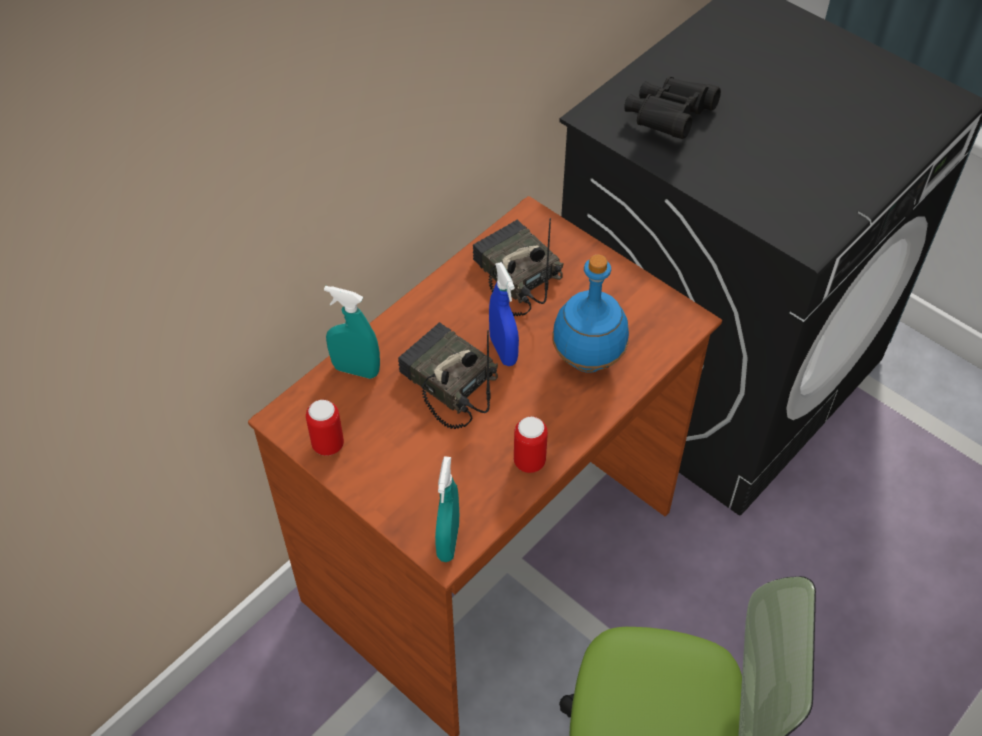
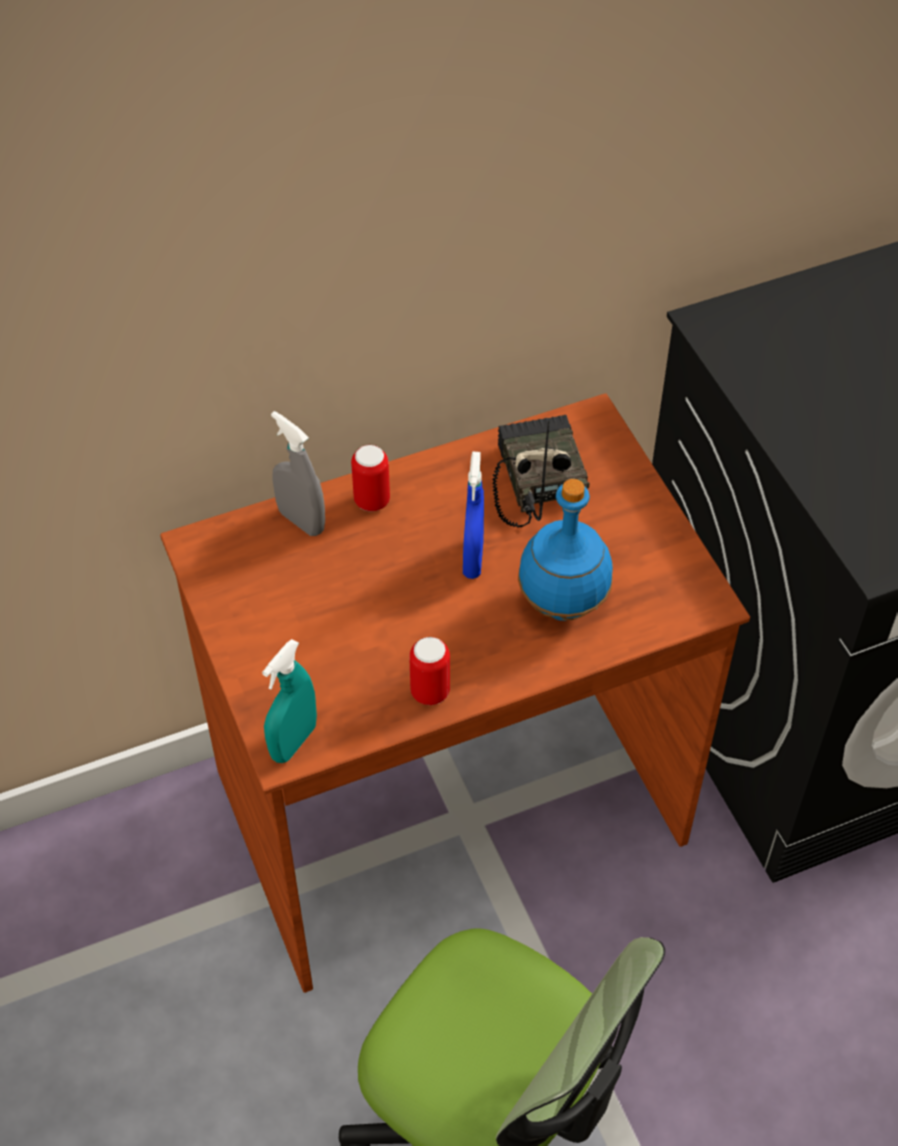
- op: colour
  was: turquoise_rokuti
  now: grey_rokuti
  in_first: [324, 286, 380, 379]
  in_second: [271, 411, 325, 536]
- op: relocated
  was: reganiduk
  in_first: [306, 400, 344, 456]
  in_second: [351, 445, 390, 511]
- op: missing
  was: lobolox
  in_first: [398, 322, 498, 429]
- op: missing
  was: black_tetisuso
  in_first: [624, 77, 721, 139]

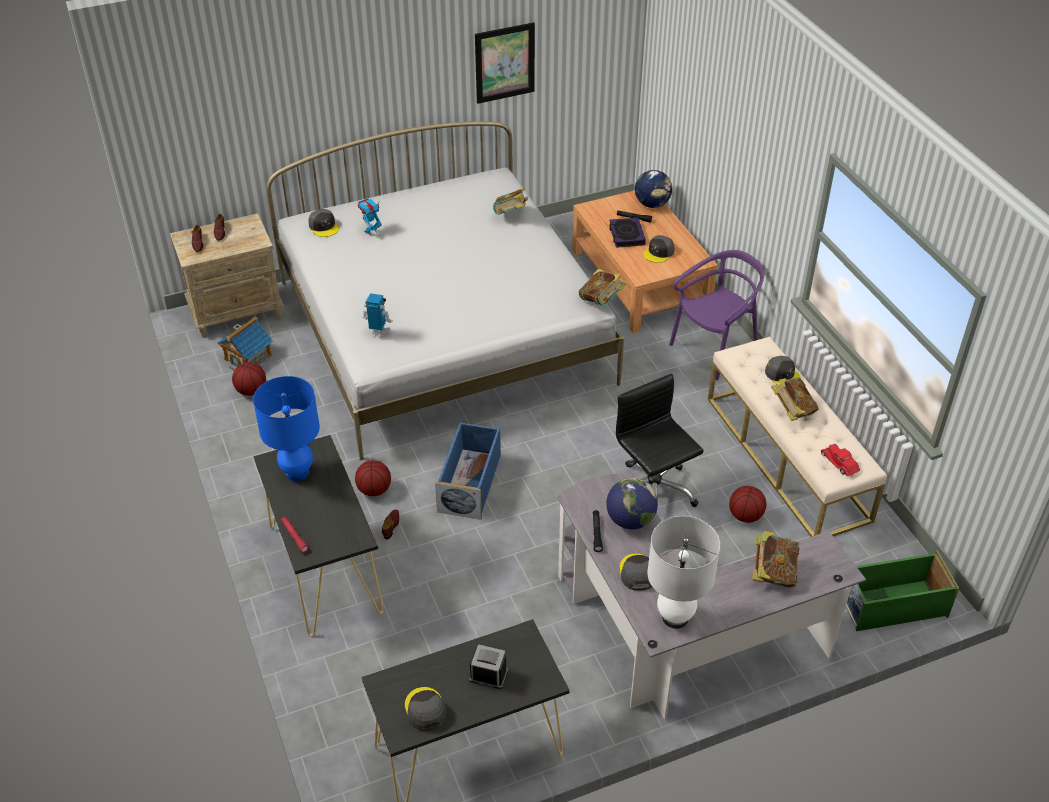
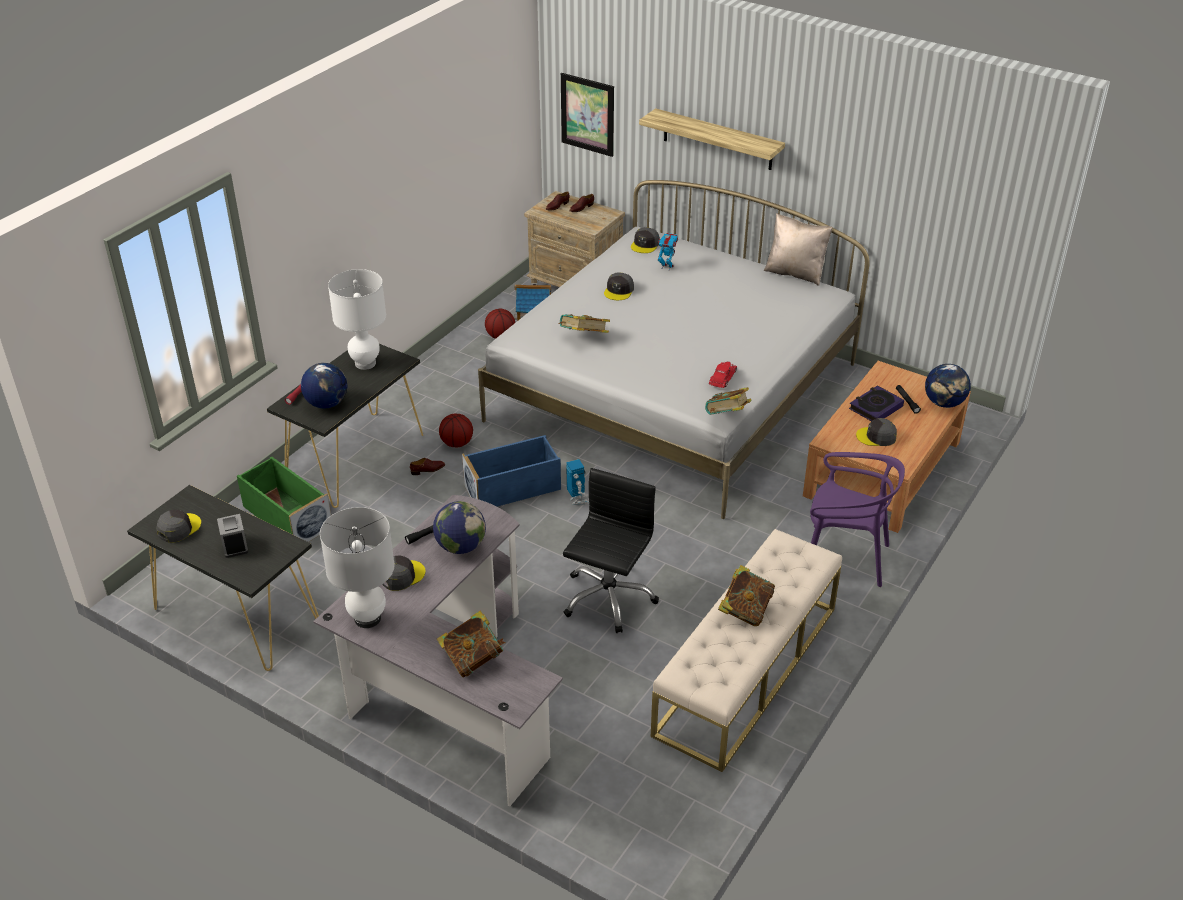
- op: relocated
  was: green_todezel
  in_first: [846, 550, 959, 631]
  in_second: [237, 456, 331, 542]
- op: appeared
  now: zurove
  in_second: [301, 363, 347, 408]
- op: colour
  was: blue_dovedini
  now: white_dovedini
  in_first: [253, 376, 320, 481]
  in_second: [328, 269, 386, 370]
- op: relocated
  was: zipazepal
  in_first: [493, 187, 528, 215]
  in_second: [559, 314, 610, 333]
- op: relocated
  was: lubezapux
  in_first: [475, 22, 535, 104]
  in_second: [561, 73, 614, 157]
- op: relocated
  was: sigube
  in_first: [362, 293, 393, 338]
  in_second: [566, 459, 589, 505]
- op: relocated
  was: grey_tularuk
  in_first: [765, 356, 801, 385]
  in_second: [604, 273, 634, 300]
- op: appeared
  now: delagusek
  in_second: [639, 108, 785, 170]
- op: relocated
  was: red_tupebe
  in_first: [821, 444, 860, 476]
  in_second: [709, 361, 737, 388]
- op: appeared
  now: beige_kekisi
  in_second: [764, 213, 833, 286]
- op: missing
  was: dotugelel
  in_first: [729, 486, 766, 523]

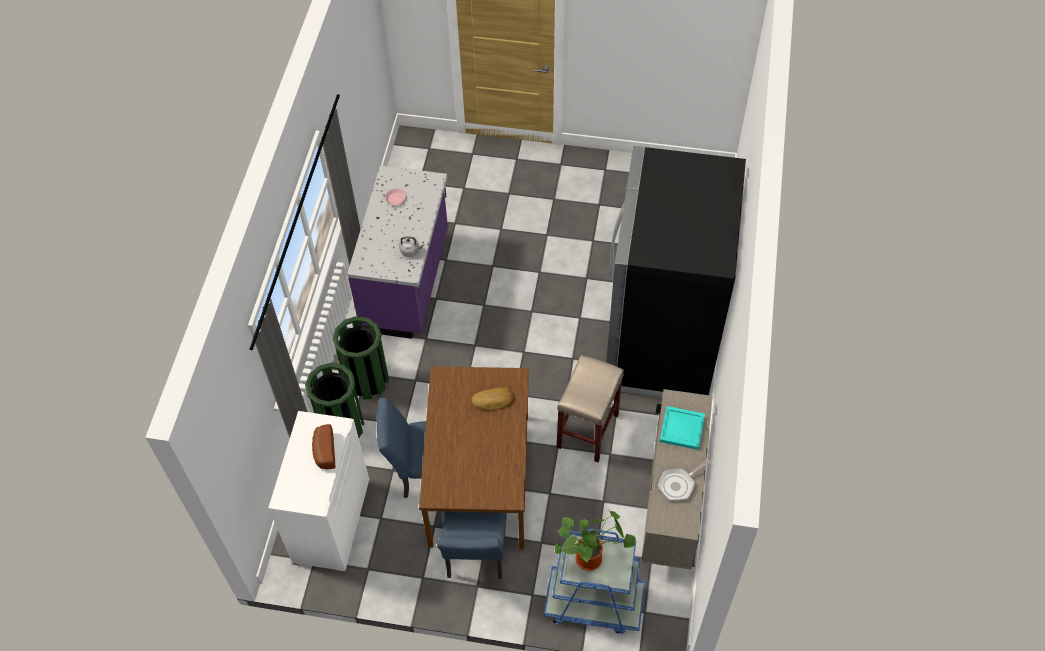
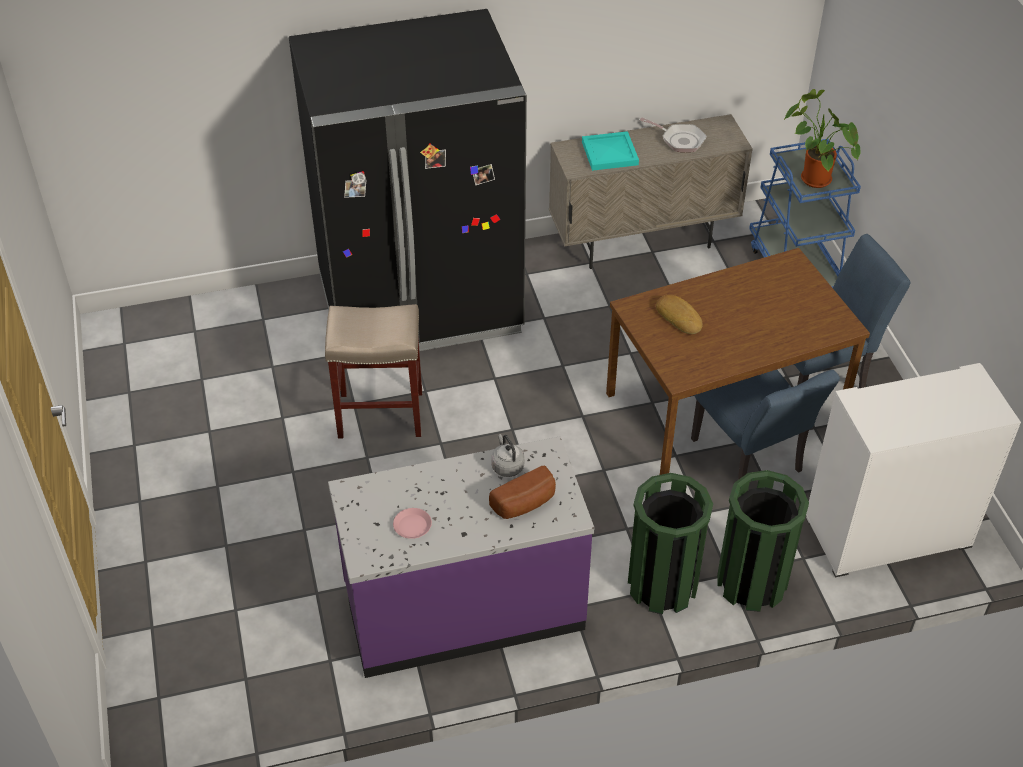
- op: relocated
  was: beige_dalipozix
  in_first: [557, 355, 624, 463]
  in_second: [325, 304, 422, 439]
- op: relocated
  was: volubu
  in_first: [312, 424, 335, 469]
  in_second: [489, 466, 556, 519]

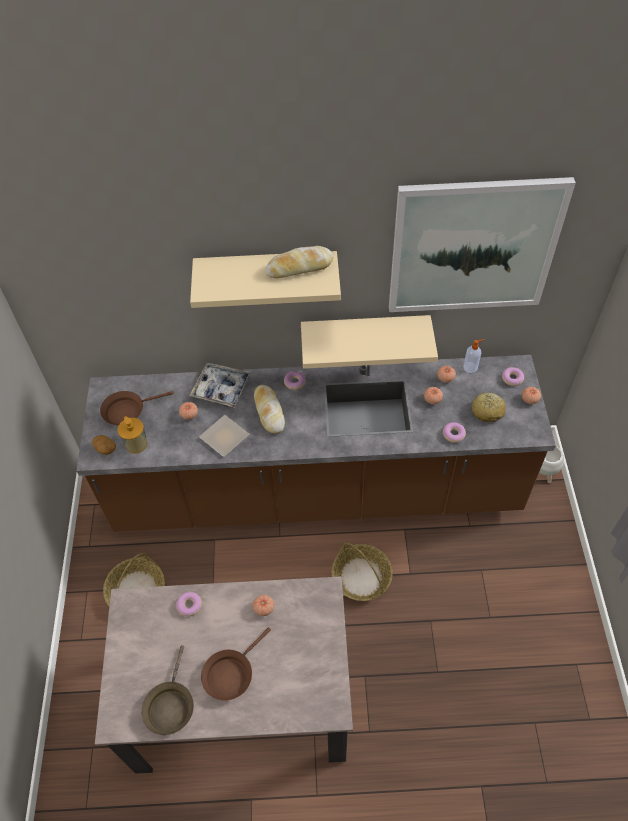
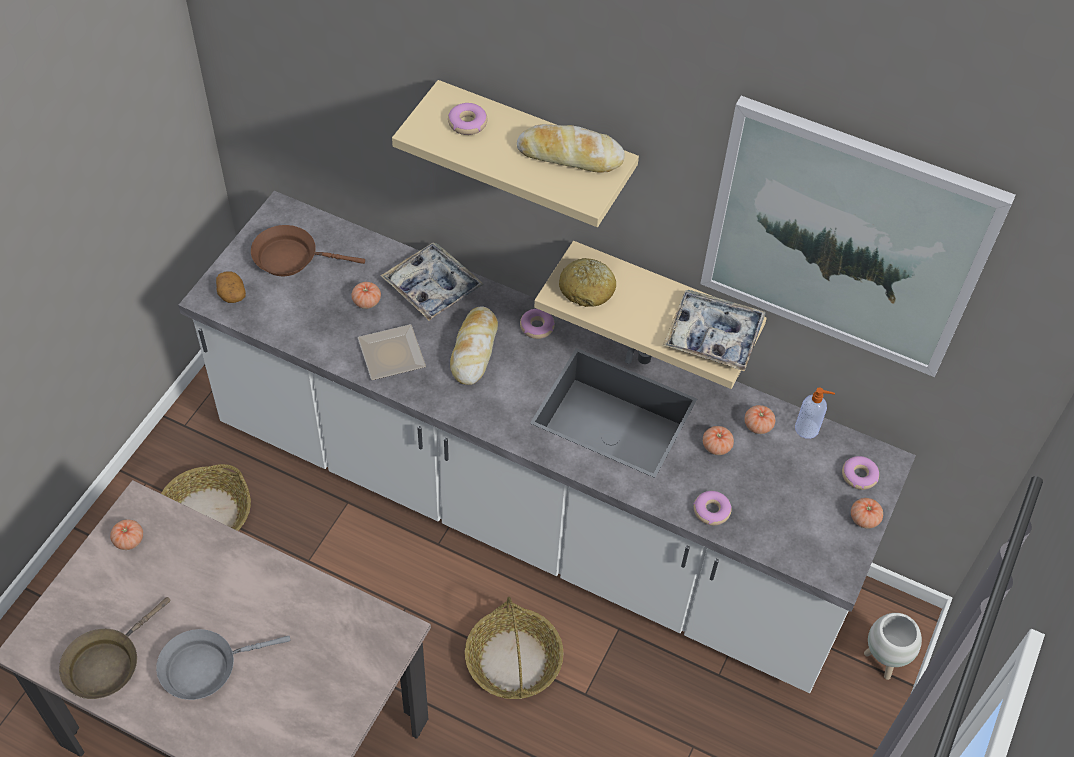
- op: relocated
  was: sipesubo
  in_first: [253, 595, 274, 616]
  in_second: [110, 520, 143, 550]
- op: colour
  was: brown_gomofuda
  now: grey_gomofuda
  in_first: [201, 627, 271, 701]
  in_second: [156, 629, 291, 700]
- op: colour
  was: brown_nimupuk
  now: white_nimupuk
  in_first: [77, 355, 556, 532]
  in_second: [178, 191, 916, 693]
- op: relocated
  was: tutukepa
  in_first: [176, 592, 202, 617]
  in_second: [448, 103, 487, 135]
- op: relocated
  was: volubu
  in_first: [472, 393, 506, 422]
  in_second: [559, 258, 616, 307]
- op: appeared
  now: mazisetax
  in_second: [663, 290, 766, 372]
- op: missing
  was: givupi
  in_first: [118, 416, 148, 454]

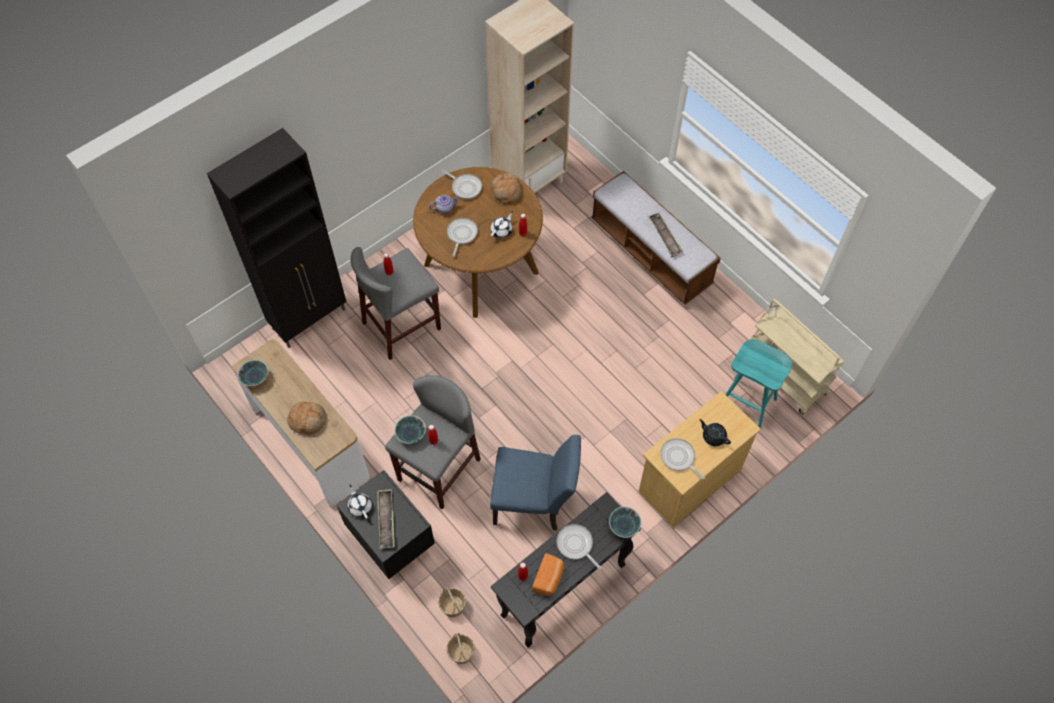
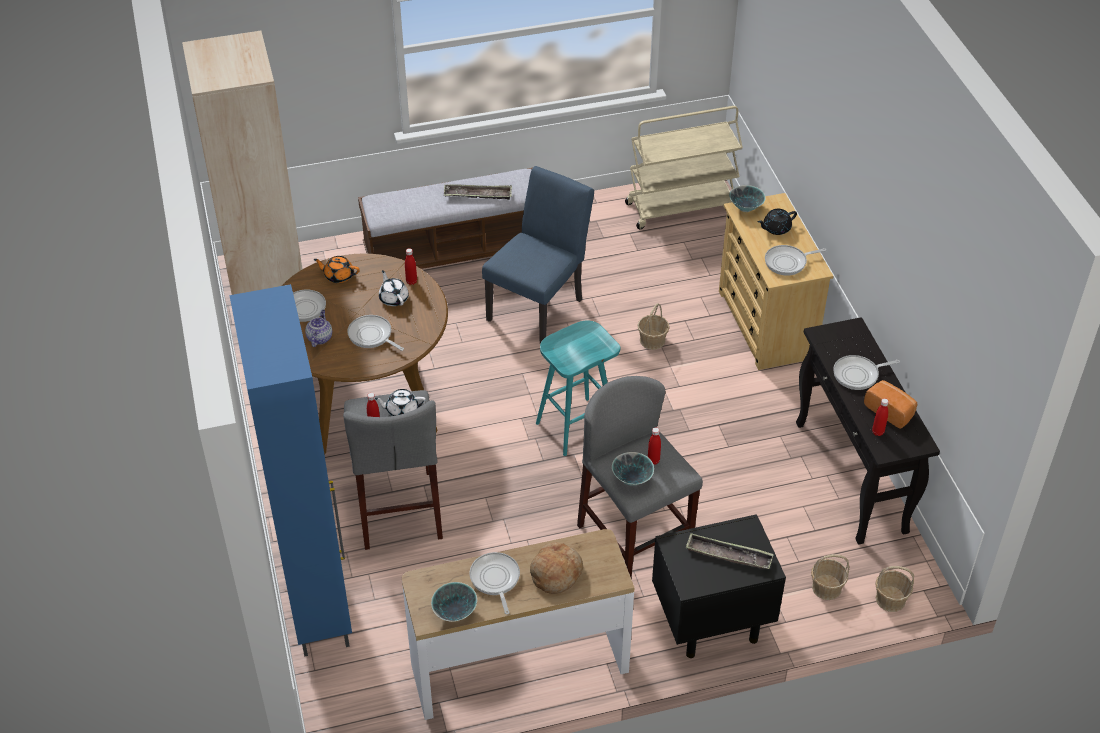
- op: colour
  was: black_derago
  now: blue_derago
  in_first: [207, 128, 347, 348]
  in_second: [229, 284, 352, 657]
- op: exchanged
  was: volubu
  now: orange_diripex
  in_first: [491, 173, 522, 204]
  in_second: [314, 256, 360, 283]
- op: relocated
  was: white_diripex
  in_first: [348, 485, 372, 519]
  in_second: [375, 389, 426, 416]
- op: appeared
  now: gomofuda
  in_second: [469, 552, 520, 614]
- op: relocated
  was: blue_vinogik
  in_first: [490, 435, 581, 531]
  in_second: [482, 166, 594, 344]
- op: relocated
  was: turquoise_dalipozix
  in_first: [725, 339, 792, 428]
  in_second: [536, 320, 620, 456]
- op: appeared
  now: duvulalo
  in_second: [637, 303, 670, 350]
- op: relocated
  was: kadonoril
  in_first: [609, 506, 642, 538]
  in_second: [729, 185, 766, 212]

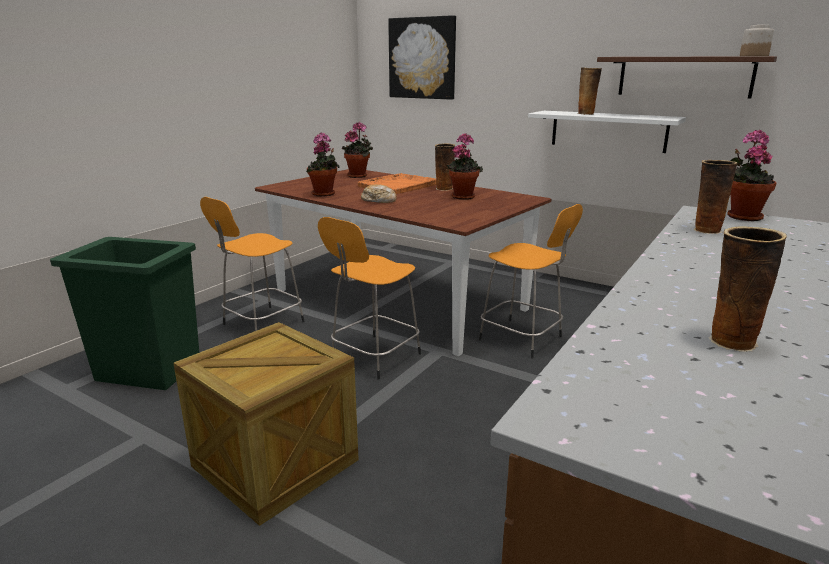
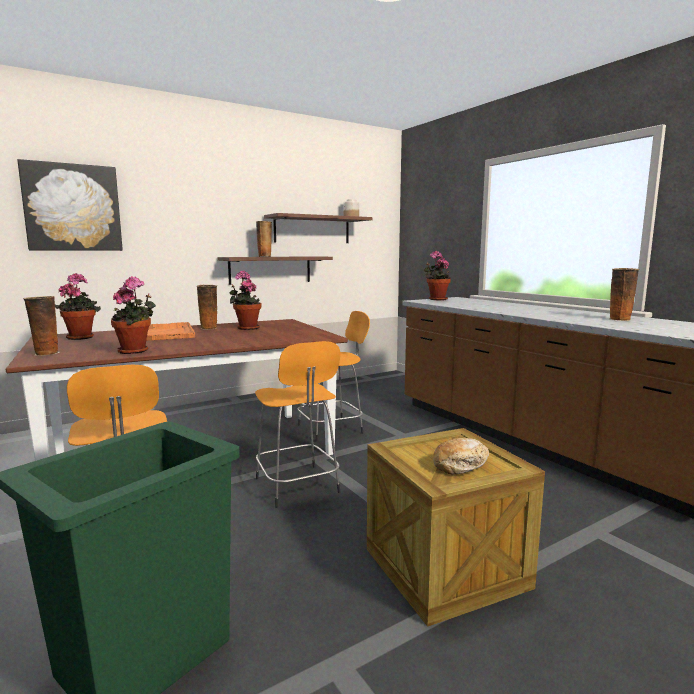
- op: relocated
  was: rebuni
  in_first: [694, 160, 738, 234]
  in_second: [23, 296, 60, 356]
- op: colour
  was: white_delagusek
  now: brown_delagusek
  in_first: [528, 111, 686, 153]
  in_second: [218, 256, 333, 285]
- op: relocated
  was: volubu
  in_first: [361, 184, 397, 203]
  in_second: [433, 438, 489, 474]

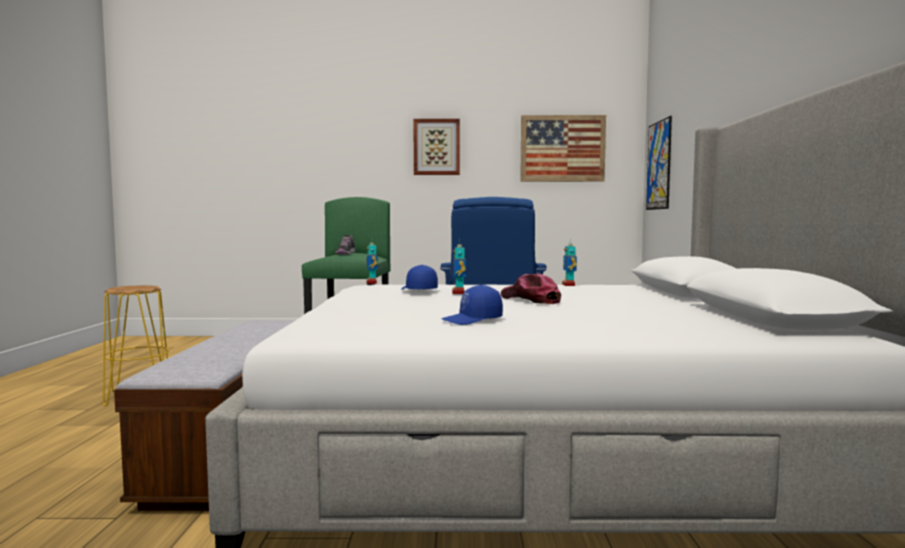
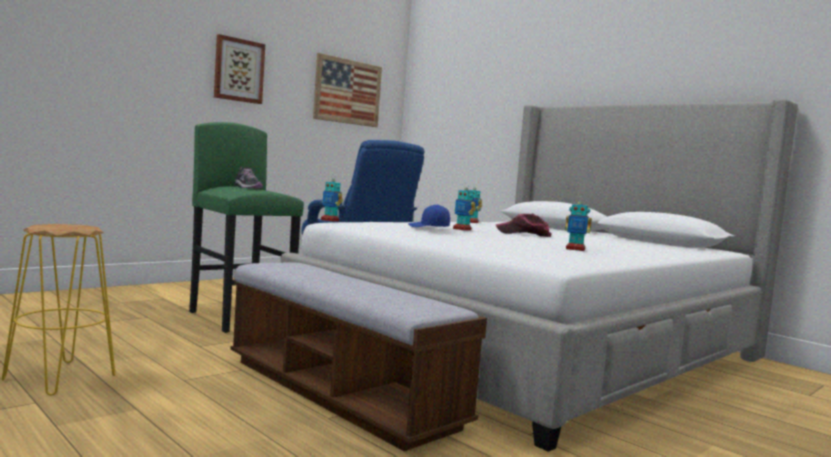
- op: exchanged
  was: blue_tularuk
  now: sigube
  in_first: [442, 285, 503, 325]
  in_second: [565, 196, 592, 251]
- op: missing
  was: lubezapux
  in_first: [646, 116, 672, 210]

